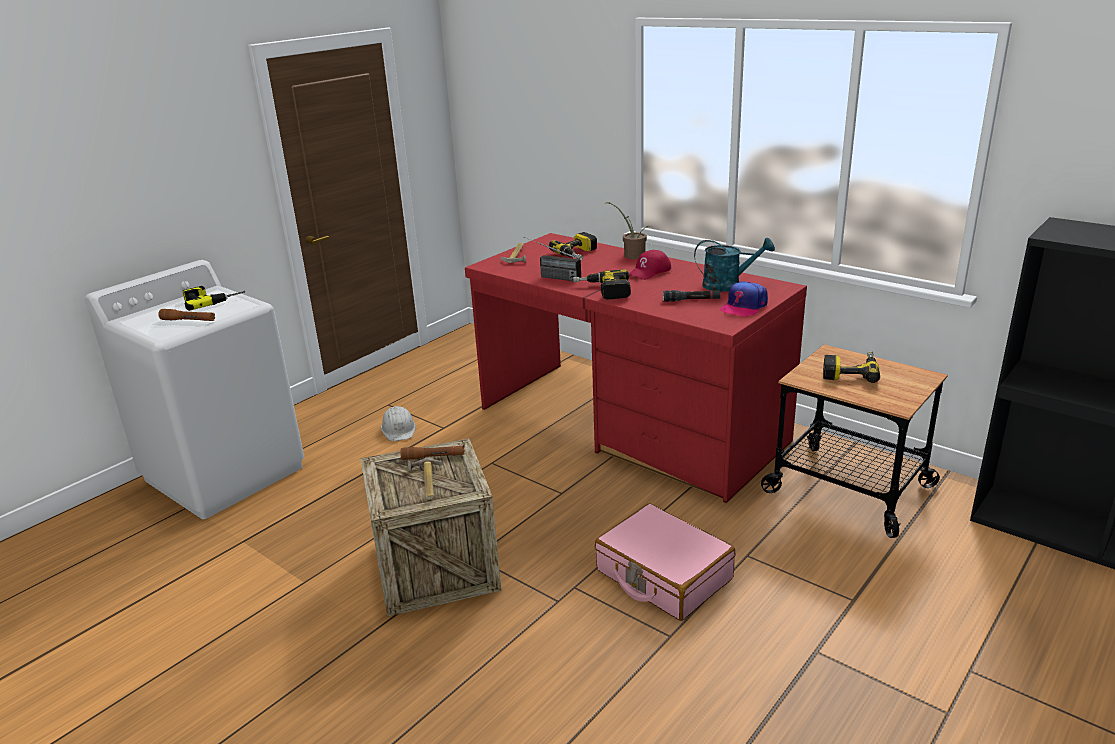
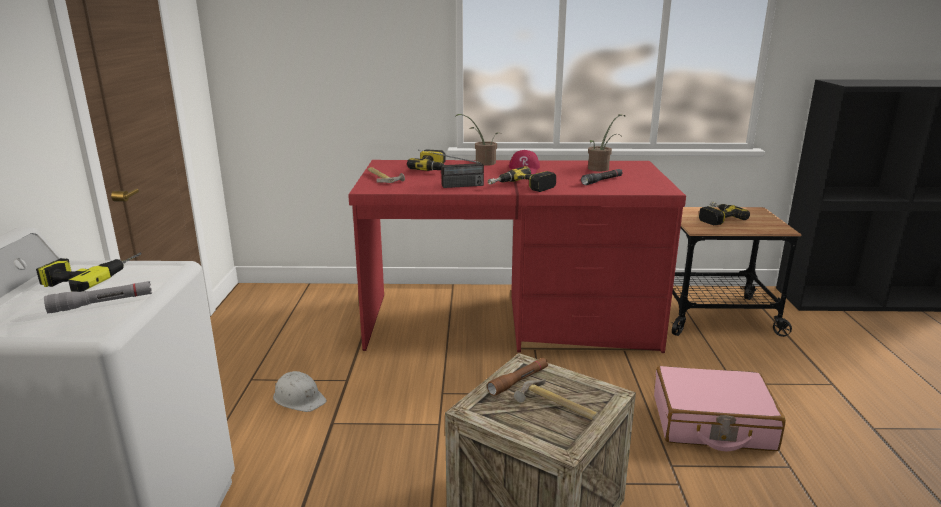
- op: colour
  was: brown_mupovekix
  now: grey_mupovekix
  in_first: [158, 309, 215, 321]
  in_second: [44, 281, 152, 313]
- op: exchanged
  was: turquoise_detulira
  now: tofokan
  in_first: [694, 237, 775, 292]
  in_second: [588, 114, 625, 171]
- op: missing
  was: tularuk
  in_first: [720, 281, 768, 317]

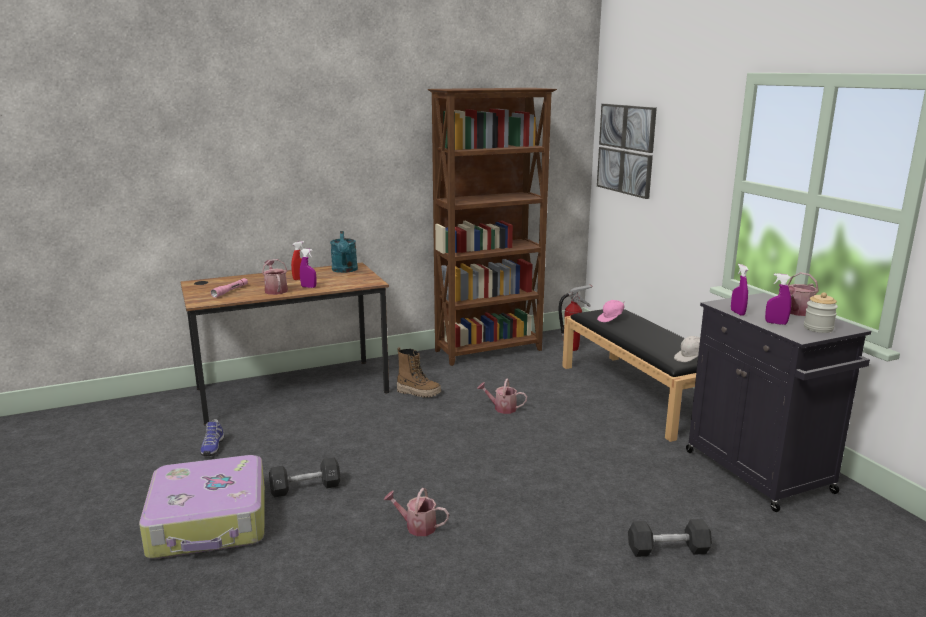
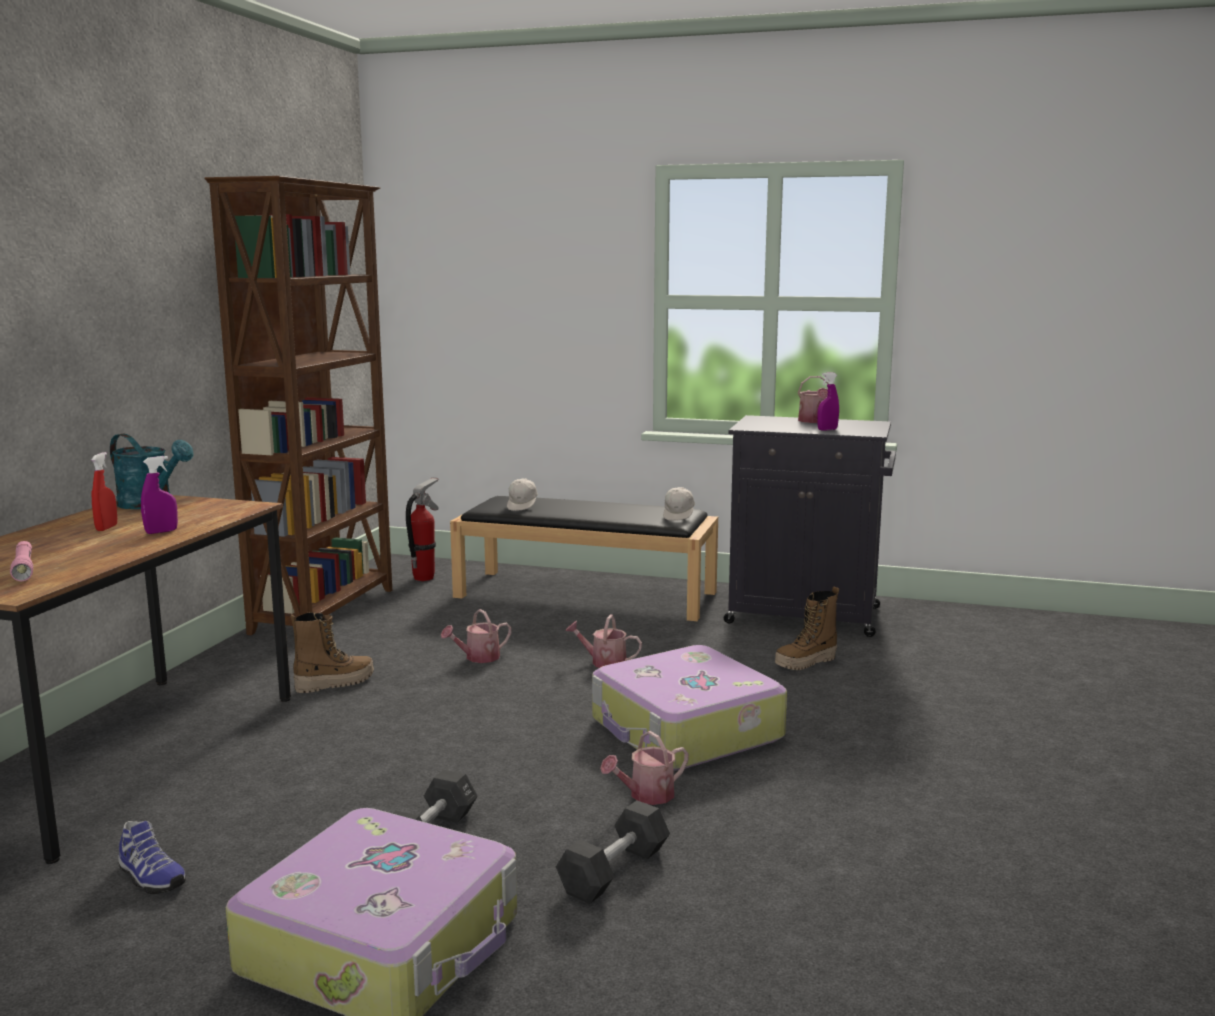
- op: colour
  was: pink_tularuk
  now: white_tularuk
  in_first: [597, 300, 625, 322]
  in_second: [507, 478, 538, 511]
- op: relocated
  was: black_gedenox
  in_first: [628, 519, 712, 557]
  in_second: [556, 800, 670, 904]
- op: relocated
  was: detulira
  in_first: [262, 259, 288, 295]
  in_second: [566, 614, 642, 668]
- op: appeared
  now: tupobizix
  in_second: [592, 645, 787, 770]
- op: appeared
  now: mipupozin
  in_second: [775, 587, 839, 670]
- op: missing
  was: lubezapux
  in_first: [597, 104, 657, 199]
- op: missing
  was: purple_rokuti
  in_first: [731, 264, 749, 316]
- op: missing
  was: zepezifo
  in_first: [804, 292, 838, 333]

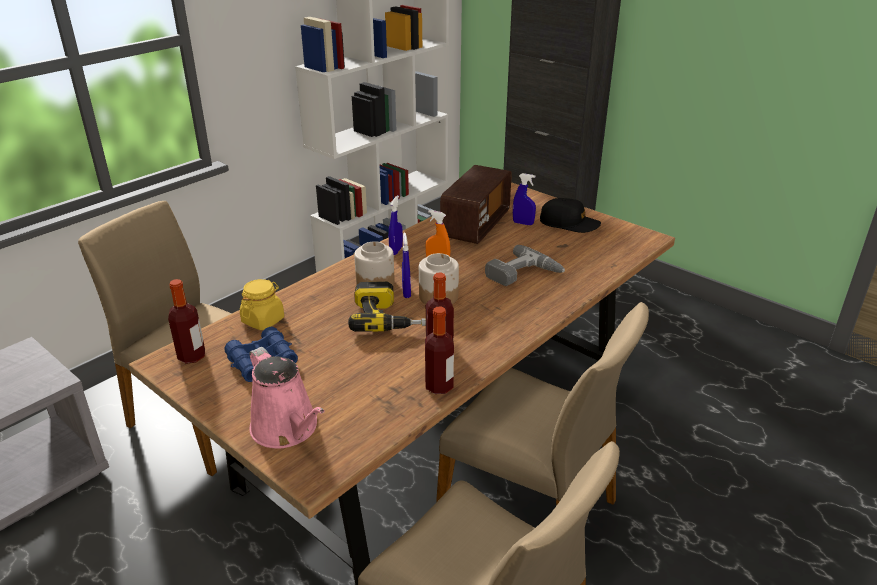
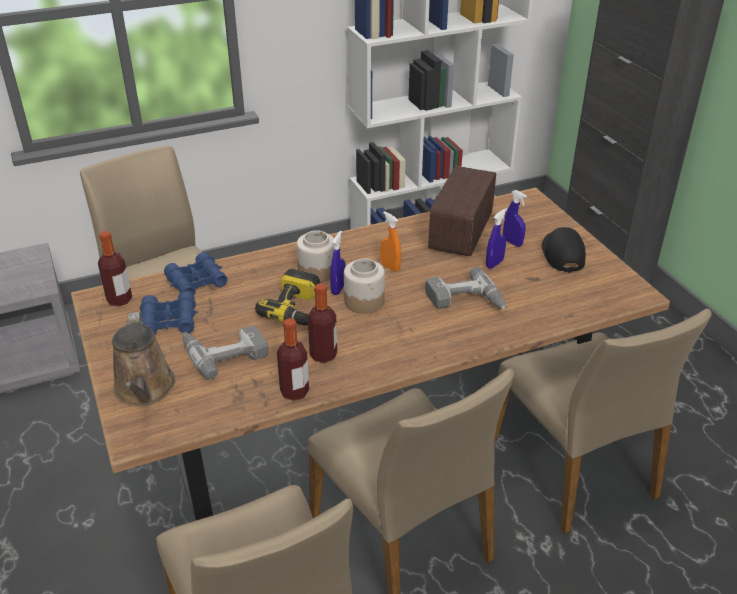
- op: colour
  was: pink_detulira
  now: brown_detulira
  in_first: [249, 347, 325, 449]
  in_second: [112, 312, 176, 406]
- op: exchanged
  was: yellow_zepezifo
  now: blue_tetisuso
  in_first: [240, 279, 284, 330]
  in_second: [164, 252, 228, 295]
- op: appeared
  now: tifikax
  in_second: [182, 325, 268, 380]
- op: spun
  was: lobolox
  in_first: [440, 165, 512, 244]
  in_second: [428, 166, 496, 256]
  clockwise: 150
- op: relocated
  was: blue_rokuti
  in_first: [389, 195, 403, 255]
  in_second: [486, 208, 507, 269]
- op: appeared
  now: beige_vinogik
  in_second: [494, 309, 712, 533]
- op: spun
  was: black_tularuk
  in_first: [540, 198, 601, 233]
  in_second: [542, 227, 586, 273]
  clockwise: -135

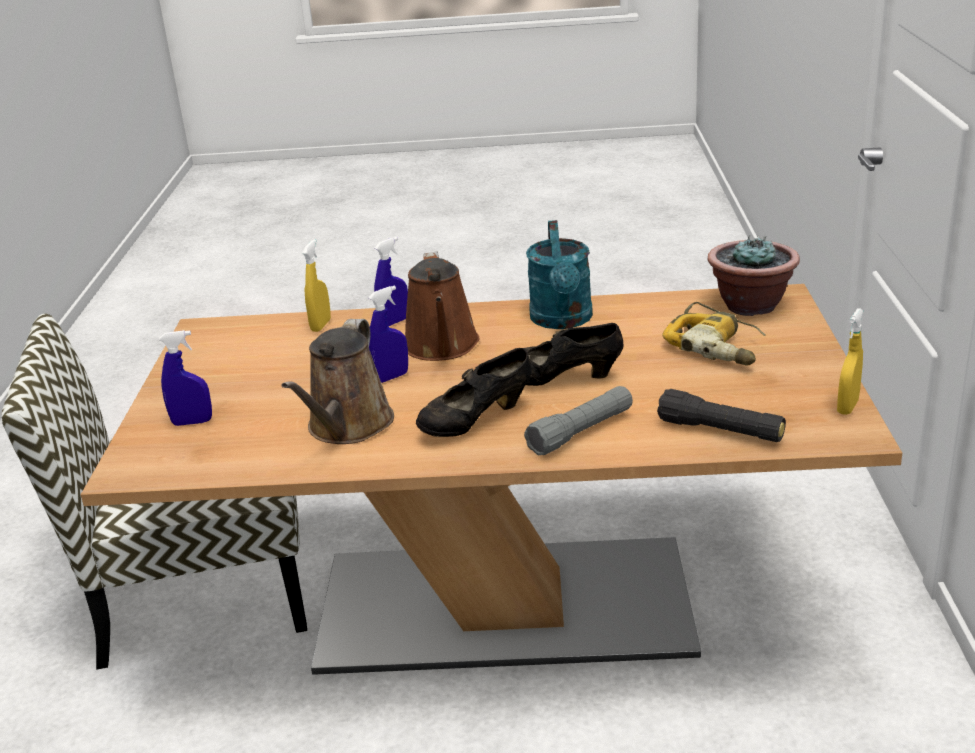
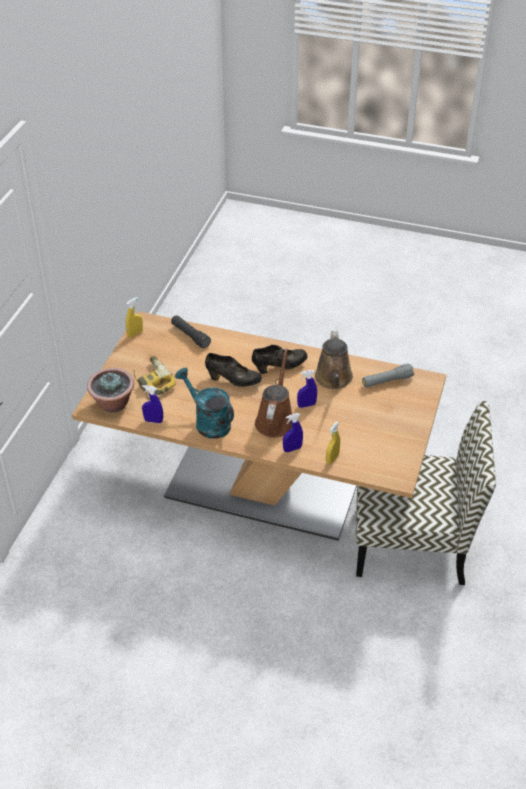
- op: relocated
  was: blue_rokuti
  in_first: [159, 330, 212, 426]
  in_second: [142, 385, 163, 423]
- op: spun
  was: turquoise_detulira
  in_first: [526, 220, 593, 329]
  in_second: [175, 368, 234, 439]
  clockwise: -60
- op: spun
  was: brown_detulira
  in_first: [282, 319, 394, 444]
  in_second: [315, 331, 353, 389]
  clockwise: 150
- op: relocated
  was: grey_mupovekix
  in_first: [524, 386, 633, 456]
  in_second: [362, 363, 414, 387]

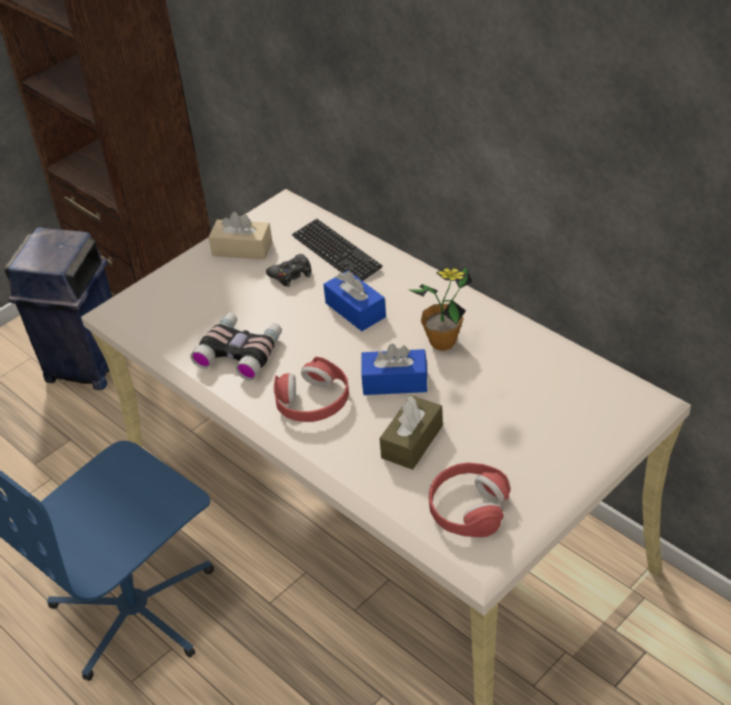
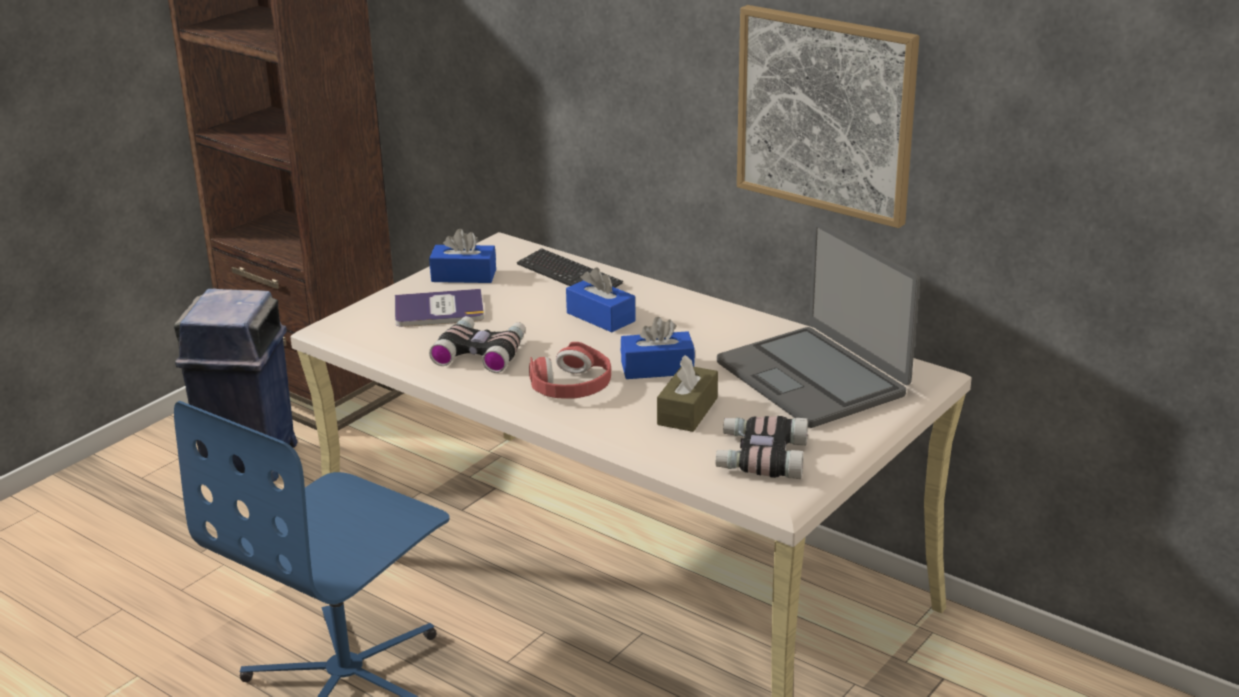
- op: appeared
  now: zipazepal
  in_second: [395, 289, 484, 327]
- op: colour
  was: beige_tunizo
  now: blue_tunizo
  in_first: [209, 212, 272, 260]
  in_second: [429, 229, 496, 283]
- op: exchanged
  was: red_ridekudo
  now: tetisuso
  in_first: [429, 462, 510, 537]
  in_second: [716, 416, 808, 479]
- op: appeared
  now: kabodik
  in_second: [717, 221, 920, 428]
- op: appeared
  now: lubezapux
  in_second: [737, 5, 920, 228]
- op: missing
  was: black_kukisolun
  in_first: [266, 254, 311, 287]
- op: missing
  was: tofokan
  in_first: [407, 266, 472, 351]

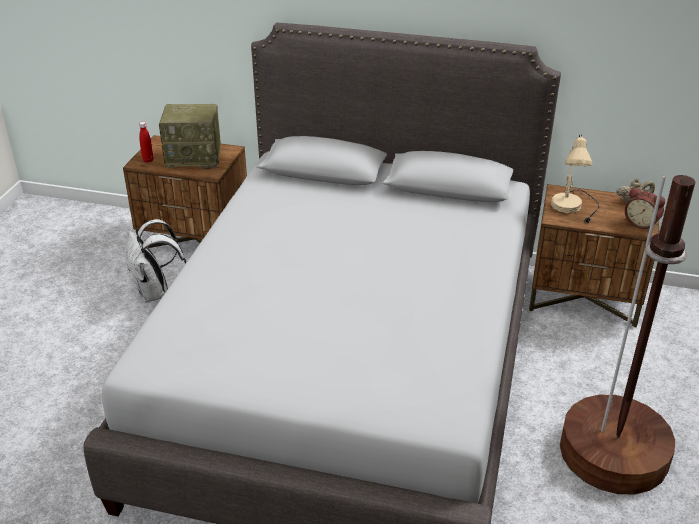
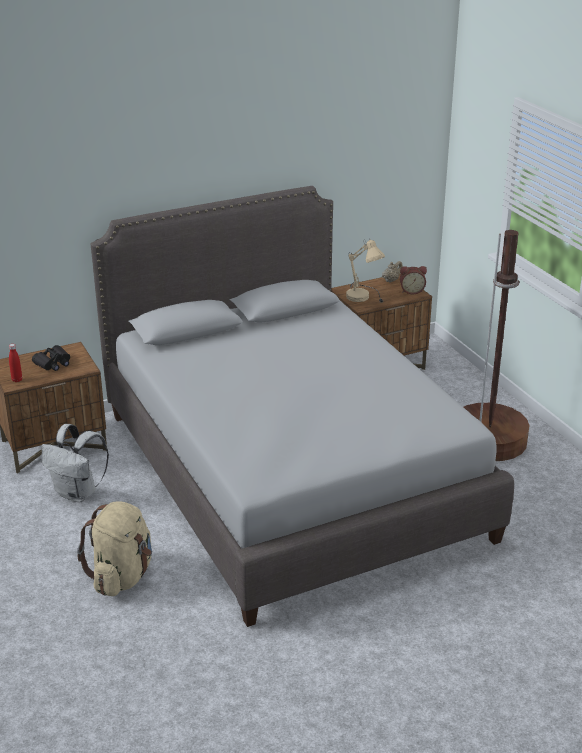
- op: exchanged
  was: lobolox
  now: black_tetisuso
  in_first: [159, 104, 221, 169]
  in_second: [32, 345, 70, 371]
- op: appeared
  now: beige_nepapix
  in_second: [77, 501, 152, 596]

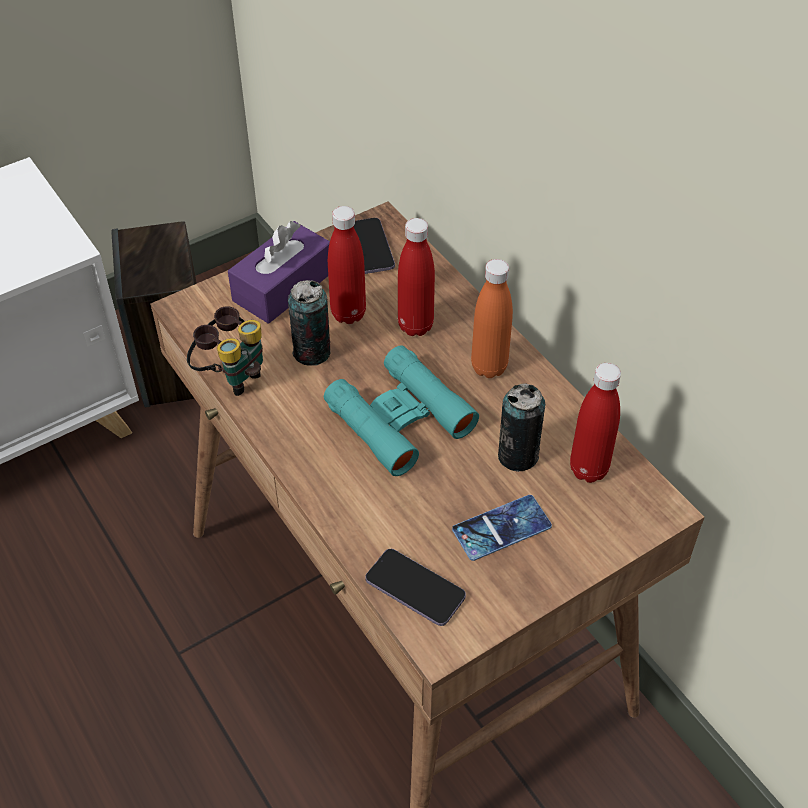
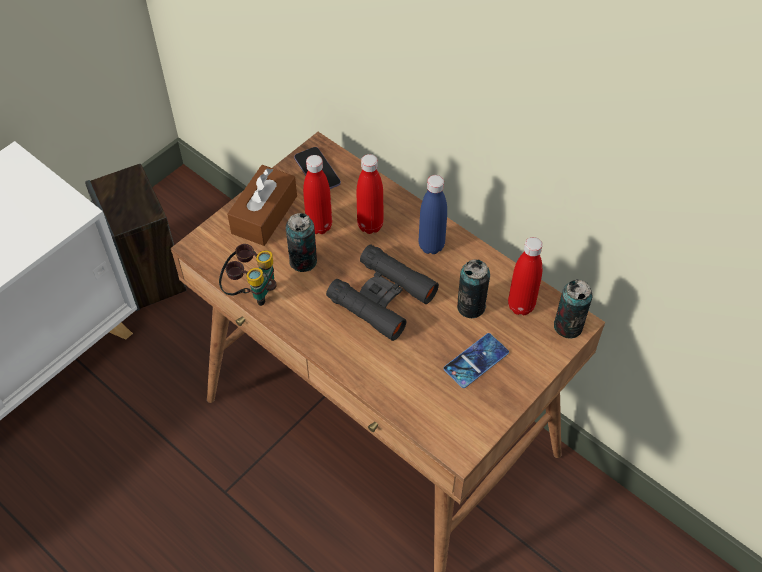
- op: colour
  was: purple_tunizo
  now: brown_tunizo
  in_first: [228, 221, 330, 324]
  in_second: [227, 165, 297, 246]
- op: colour
  was: turquoise_tetisuso
  now: black_tetisuso
  in_first: [324, 345, 479, 476]
  in_second: [326, 244, 439, 341]
- op: colour
  was: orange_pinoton
  now: blue_pinoton
  in_first: [471, 259, 513, 378]
  in_second: [418, 175, 447, 254]
- op: appeared
  now: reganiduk
  in_second: [554, 279, 592, 339]
- op: missing
  was: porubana
  in_first: [365, 549, 466, 626]

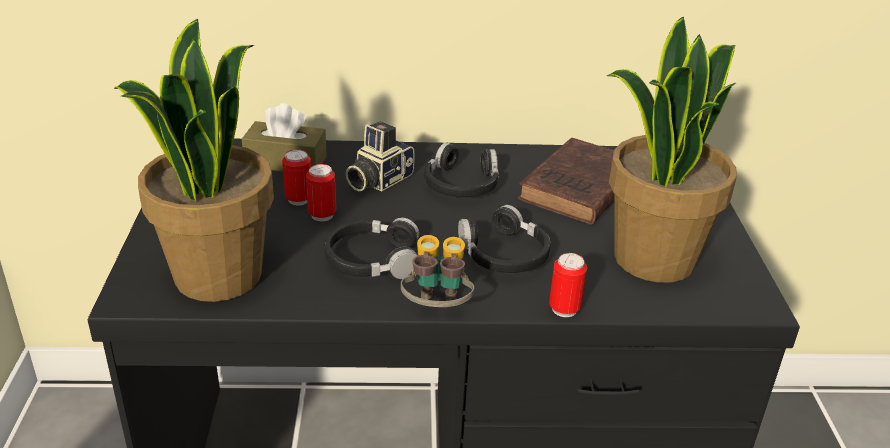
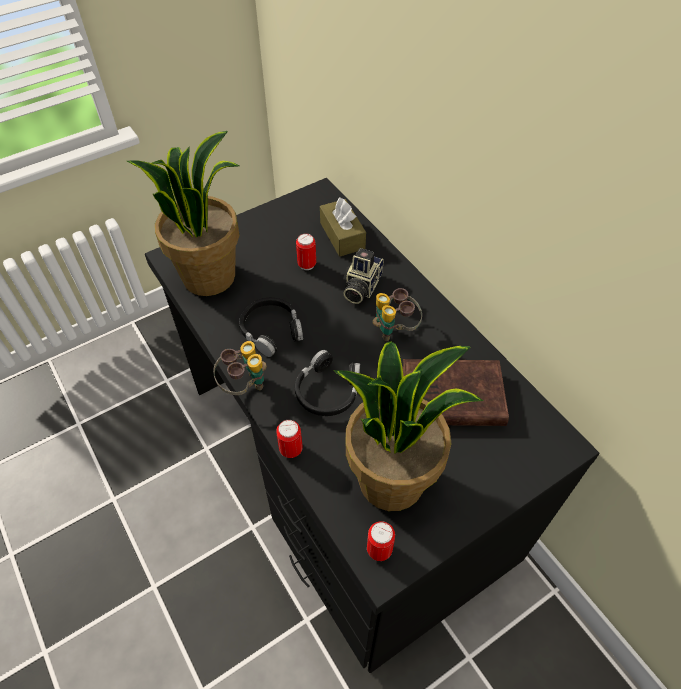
- op: spun
  was: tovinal
  in_first: [346, 121, 414, 192]
  in_second: [343, 248, 384, 304]
  clockwise: -75
- op: relocated
  was: reganiduk
  in_first: [306, 164, 336, 221]
  in_second: [367, 521, 395, 561]
- op: exchanged
  was: black_ridekudo
  now: tetisuso
  in_first: [424, 143, 498, 197]
  in_second: [373, 288, 422, 341]

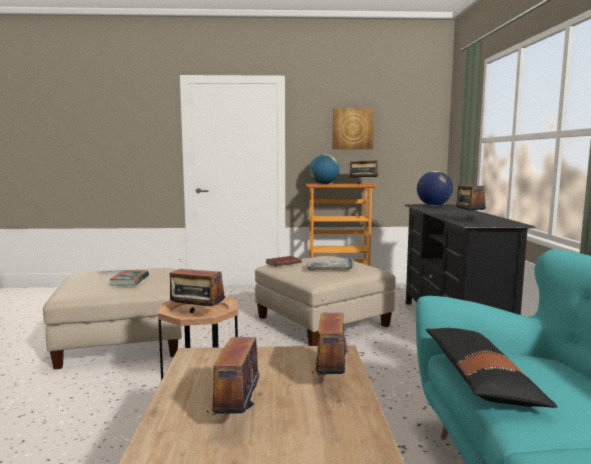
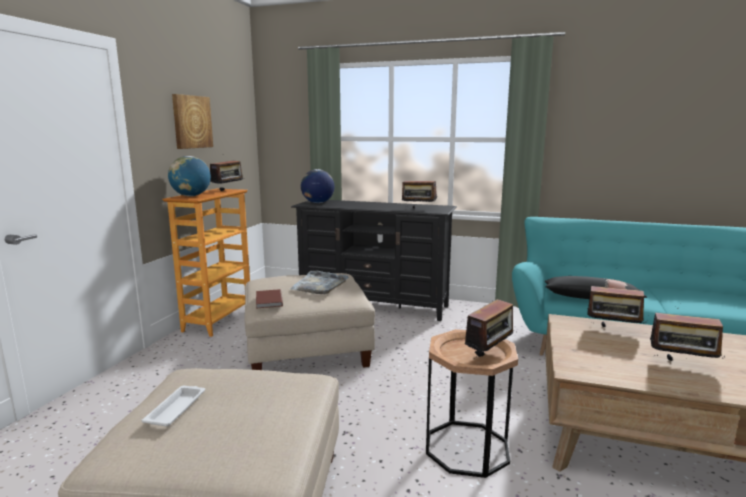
- op: missing
  was: zipazepal
  in_first: [109, 270, 149, 285]

